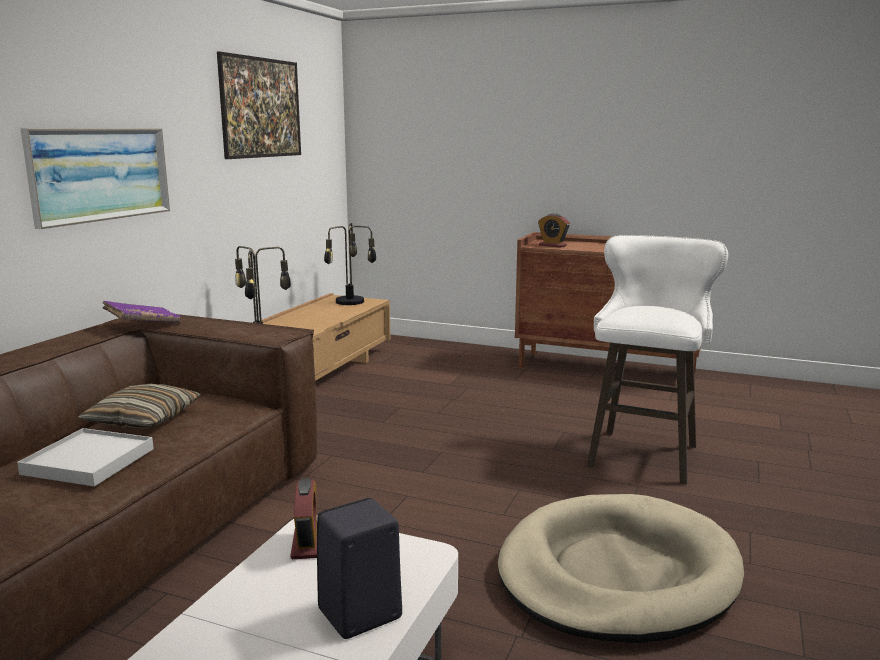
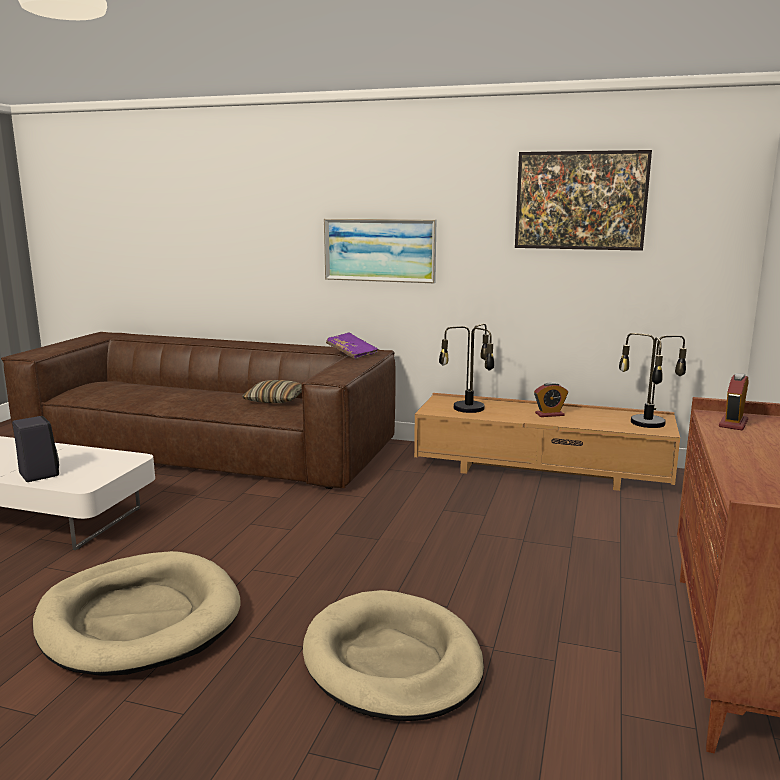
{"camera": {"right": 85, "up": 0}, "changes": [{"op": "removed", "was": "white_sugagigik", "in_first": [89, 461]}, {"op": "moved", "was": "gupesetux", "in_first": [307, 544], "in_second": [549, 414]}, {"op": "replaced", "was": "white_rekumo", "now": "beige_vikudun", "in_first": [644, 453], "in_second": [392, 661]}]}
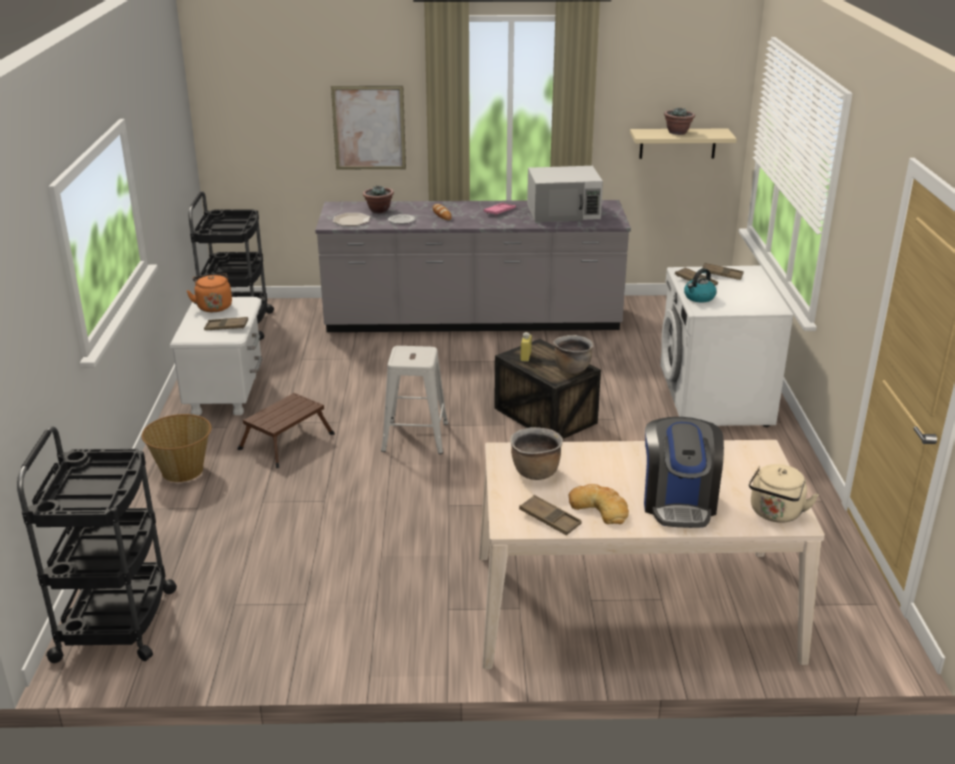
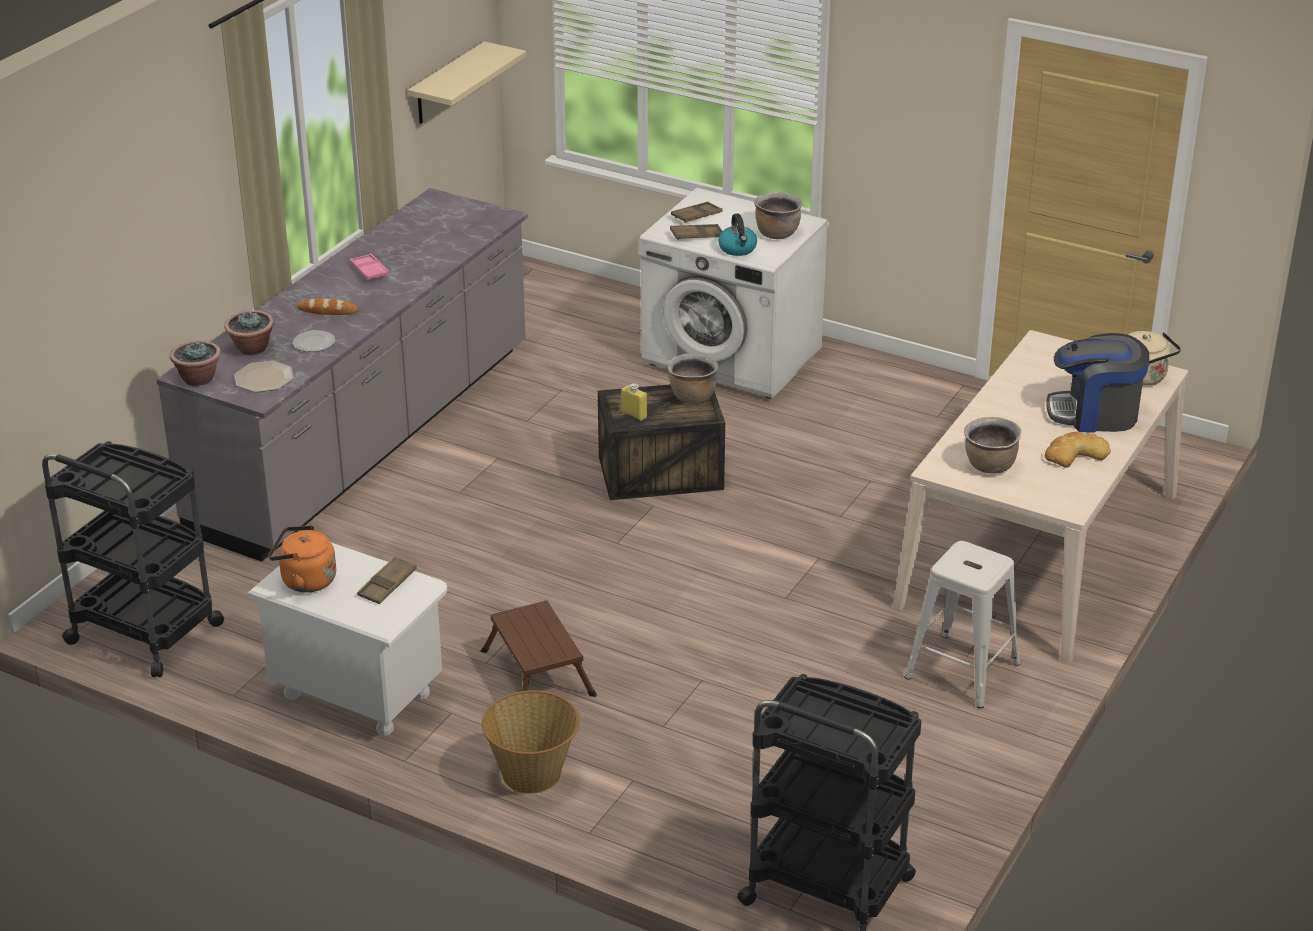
{"camera": {"right": -60, "up": 5}, "changes": [{"op": "removed", "was": "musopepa", "in_first": [369, 128]}, {"op": "removed", "was": "brown_sugagigik", "in_first": [550, 519]}, {"op": "removed", "was": "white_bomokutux", "in_first": [564, 211]}, {"op": "added", "now": "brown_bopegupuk", "in_second": [776, 233]}, {"op": "moved", "was": "white_rekumo", "in_first": [415, 437], "in_second": [962, 670]}, {"op": "moved", "was": "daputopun", "in_first": [677, 132], "in_second": [198, 379]}, {"op": "turned", "was": "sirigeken", "in_first": [678, 502], "in_second": [1094, 414], "clockwise": 150}]}
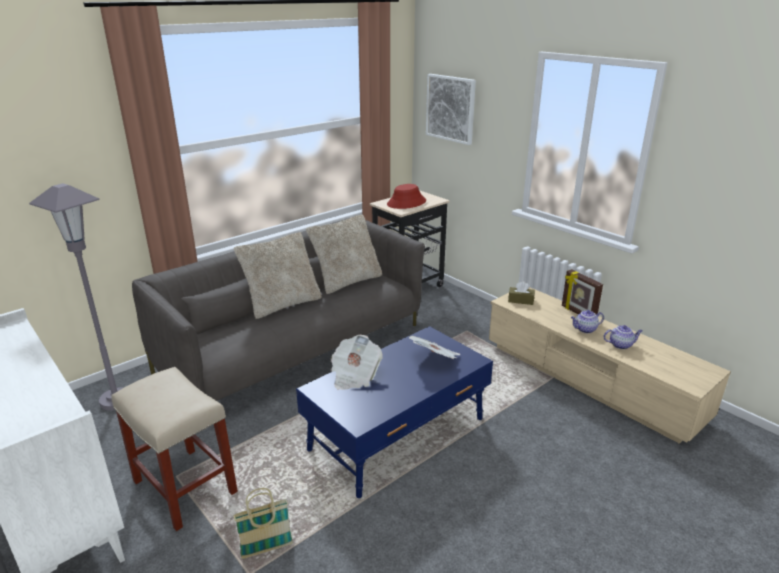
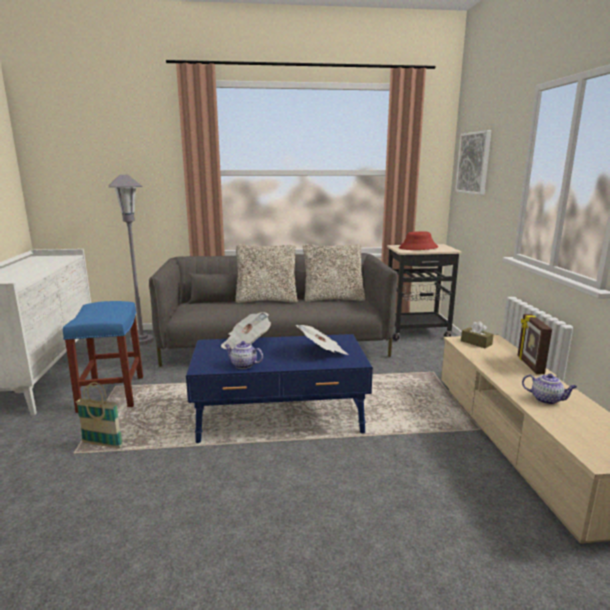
{"camera": {"right": 35, "up": -10}, "changes": [{"op": "moved", "was": "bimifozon", "in_first": [585, 329], "in_second": [243, 365]}, {"op": "recoloured", "was": "beige_rekumo", "now": "blue_rekumo", "in_first": [183, 486], "in_second": [112, 393]}]}
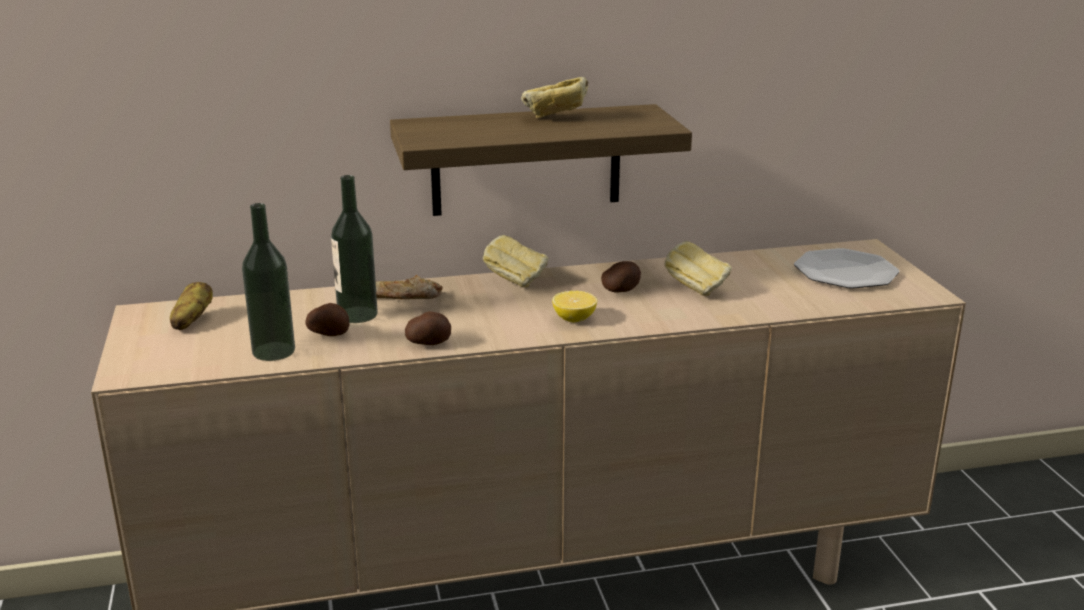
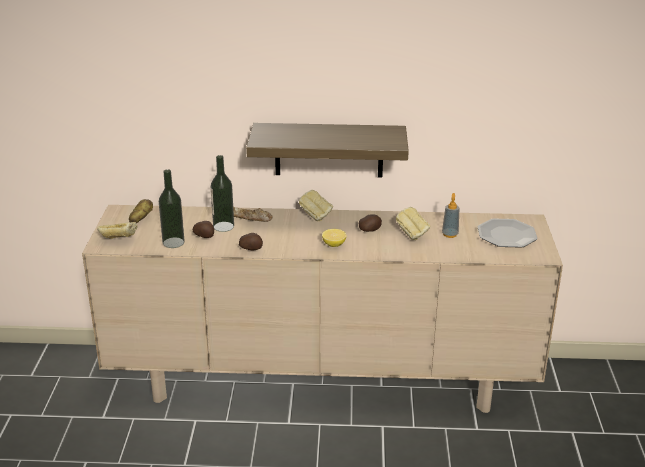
{"camera": {"right": 15, "up": 5}, "changes": [{"op": "added", "now": "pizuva", "in_second": [450, 234]}, {"op": "moved", "was": "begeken", "in_first": [555, 118], "in_second": [118, 240]}]}
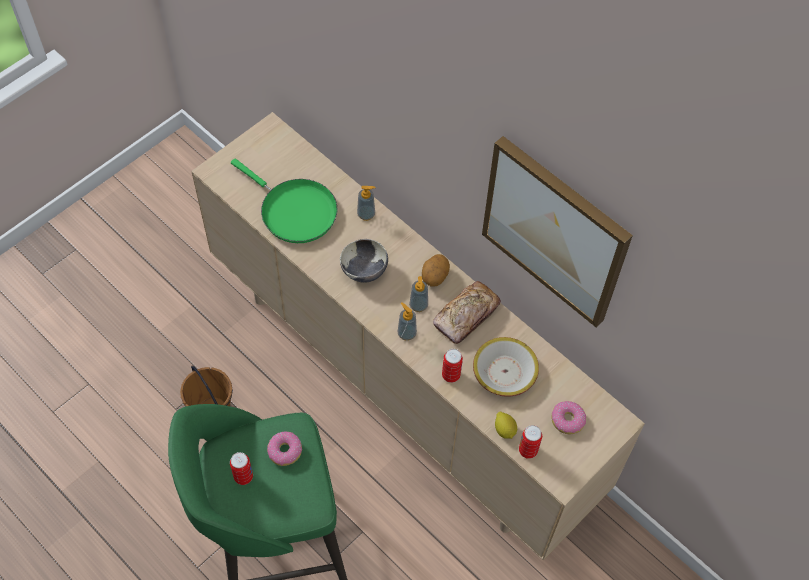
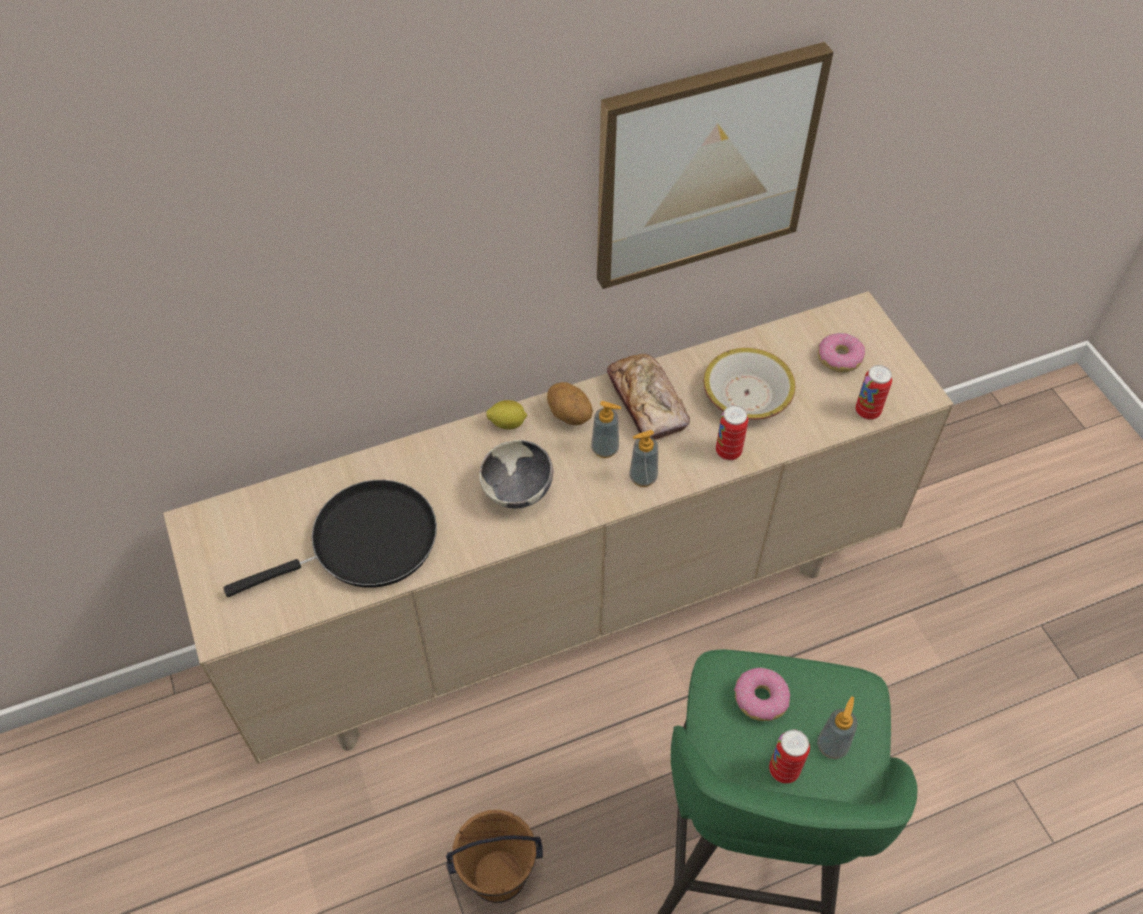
{"camera": {"right": -65, "up": -5}, "changes": [{"op": "moved", "was": "pizuva", "in_first": [366, 214], "in_second": [832, 746]}, {"op": "moved", "was": "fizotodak", "in_first": [505, 430], "in_second": [507, 423]}, {"op": "recoloured", "was": "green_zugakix", "now": "black_zugakix", "in_first": [294, 211], "in_second": [365, 543]}]}
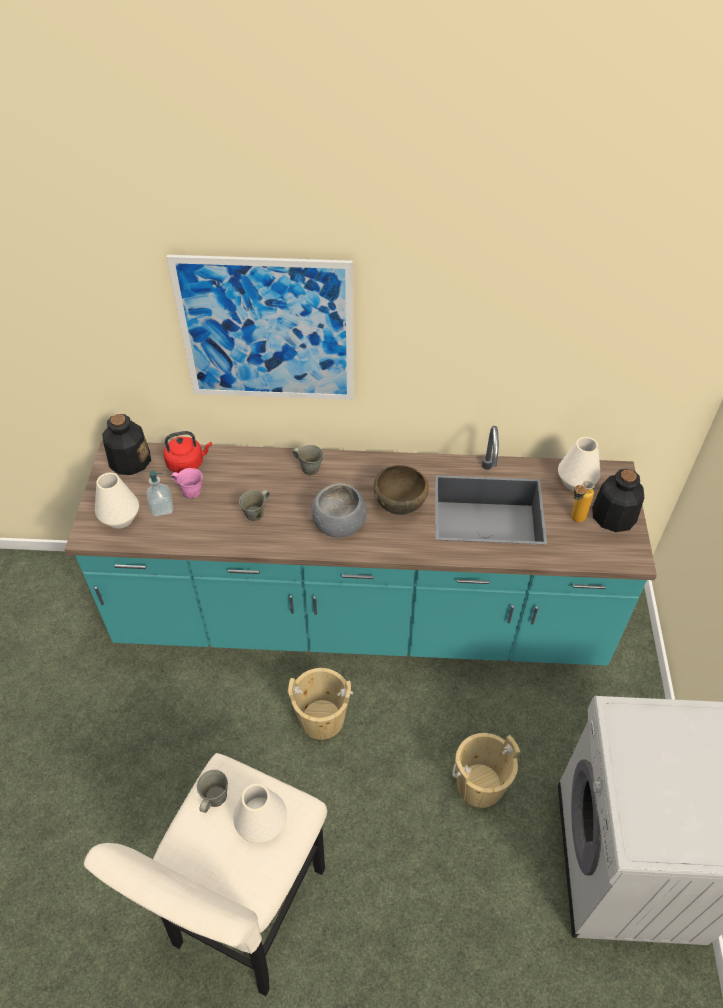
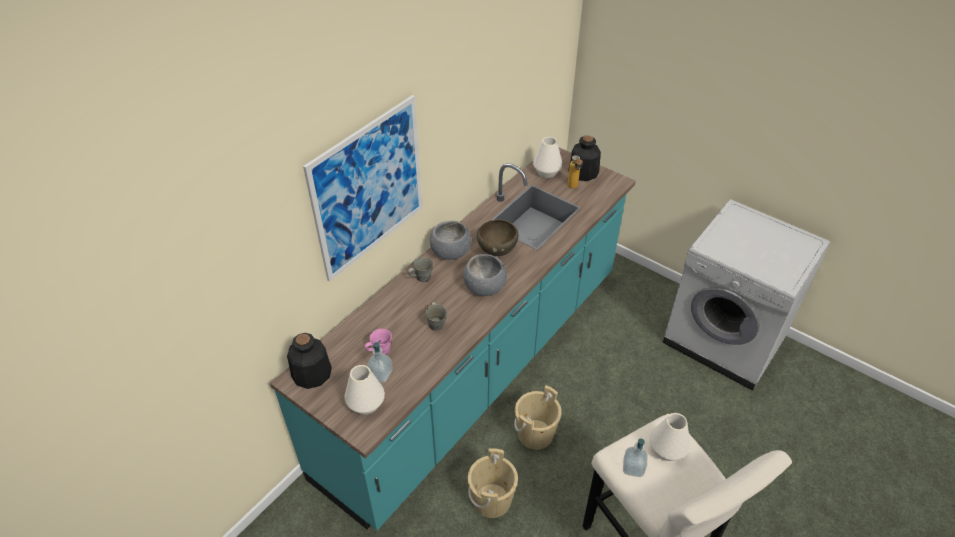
{"camera": {"right": -55, "up": -5}, "changes": [{"op": "removed", "was": "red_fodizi", "in_first": [187, 463]}, {"op": "added", "now": "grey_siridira", "in_second": [450, 252]}, {"op": "moved", "was": "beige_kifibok", "in_first": [480, 784], "in_second": [492, 500]}, {"op": "replaced", "was": "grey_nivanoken", "now": "pizuva", "in_first": [214, 798], "in_second": [633, 468]}]}
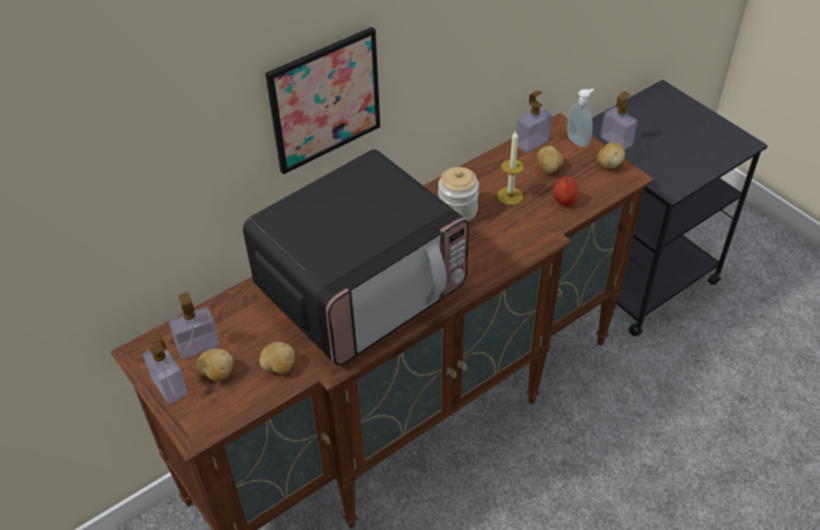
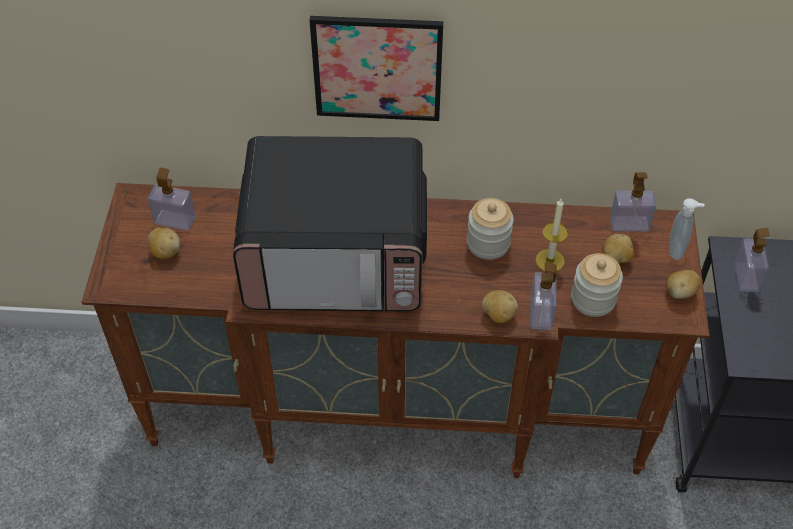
{"camera": {"right": 40, "up": 5}, "changes": [{"op": "moved", "was": "pizuva", "in_first": [169, 386], "in_second": [541, 313]}, {"op": "moved", "was": "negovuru", "in_first": [279, 367], "in_second": [498, 315]}, {"op": "replaced", "was": "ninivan", "now": "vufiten", "in_first": [564, 202], "in_second": [593, 299]}]}
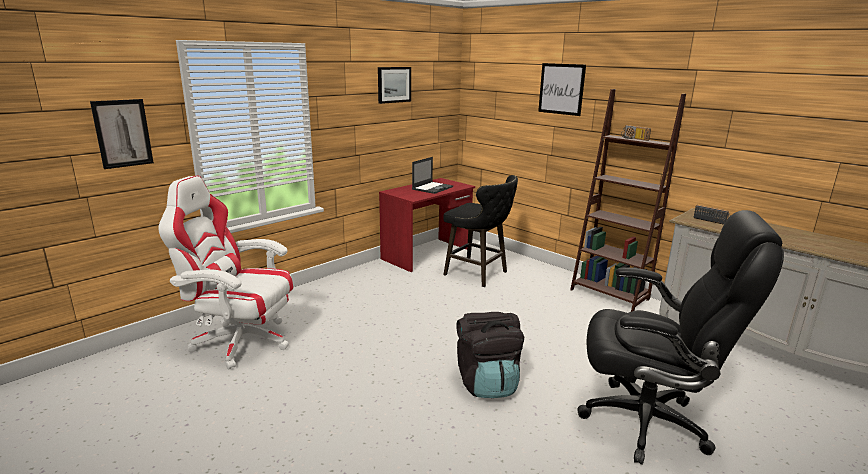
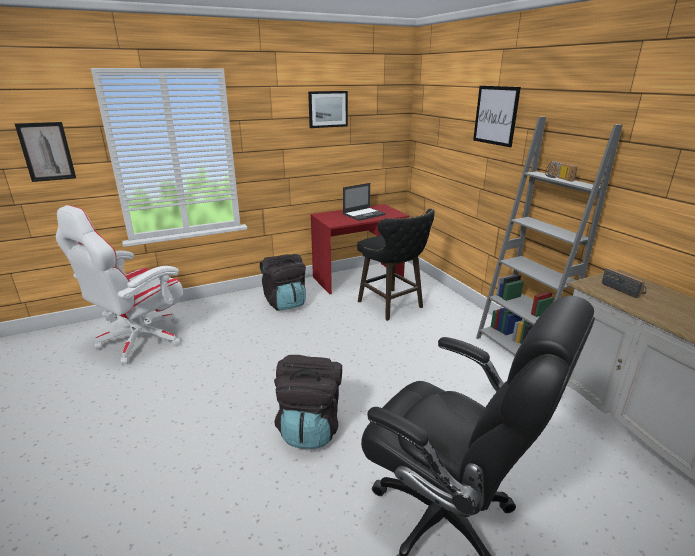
{"camera": {"right": 20, "up": 5}, "changes": [{"op": "added", "now": "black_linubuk", "in_second": [285, 302]}, {"op": "recoloured", "was": "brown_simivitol", "now": "grey_simivitol", "in_first": [609, 294], "in_second": [517, 350]}, {"op": "turned", "was": "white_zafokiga", "in_first": [242, 342], "in_second": [142, 339], "clockwise": -90}]}
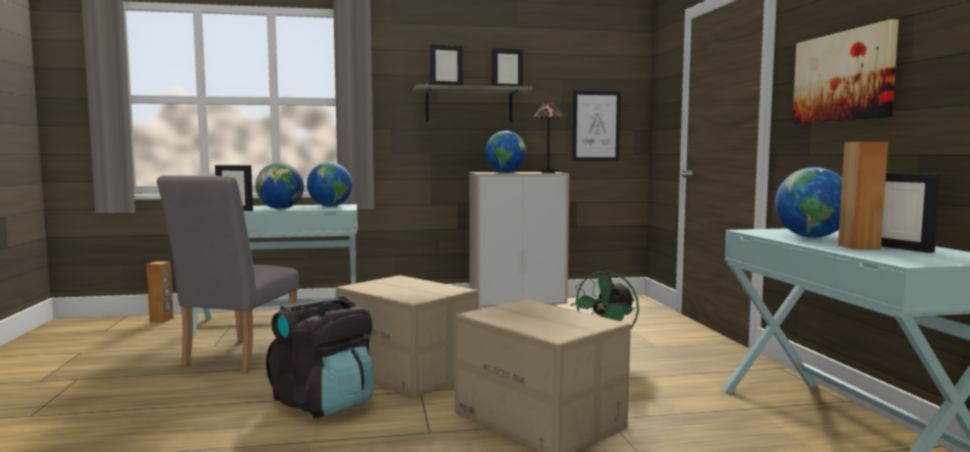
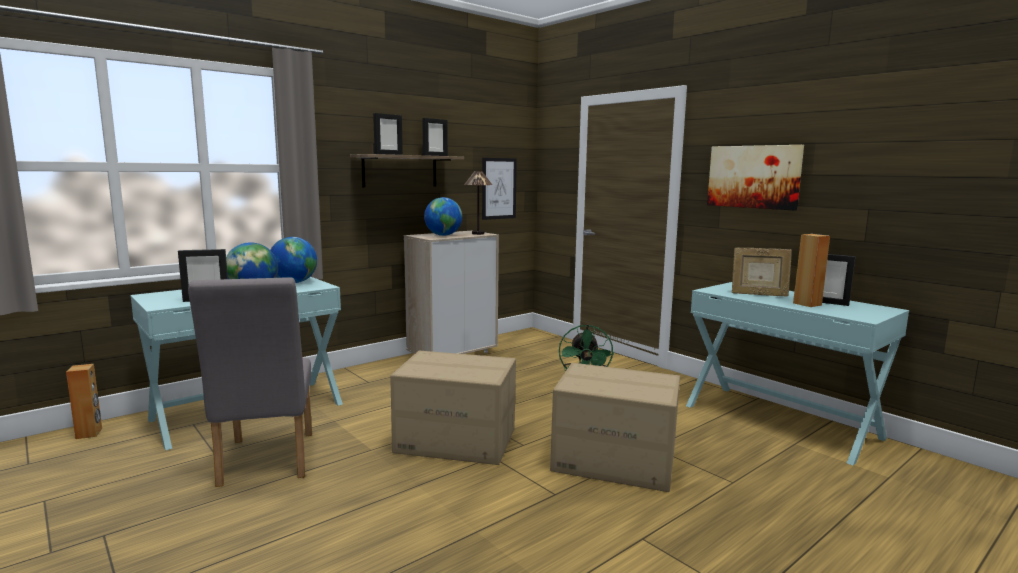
{"camera": {"right": -30, "up": 5}, "changes": [{"op": "removed", "was": "black_linubuk", "in_first": [324, 403]}, {"op": "replaced", "was": "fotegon", "now": "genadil", "in_first": [811, 237], "in_second": [758, 295]}]}
